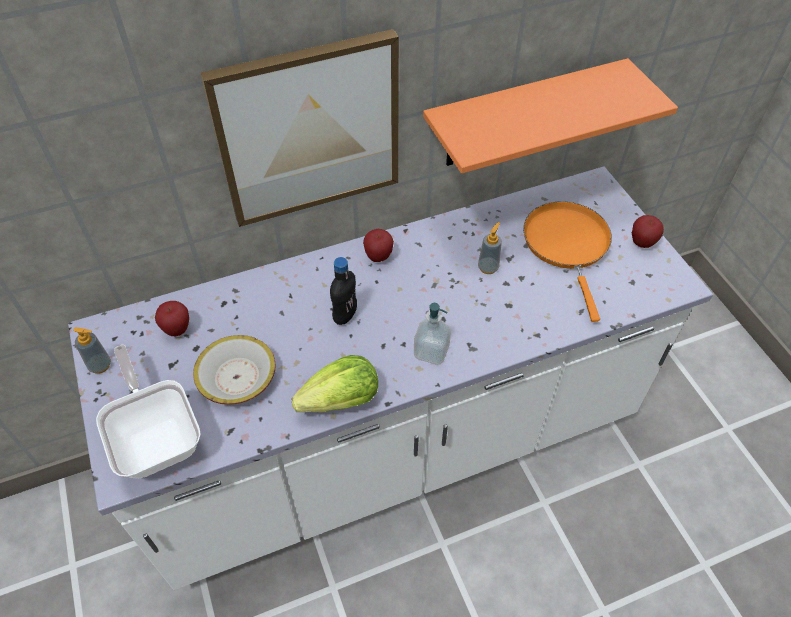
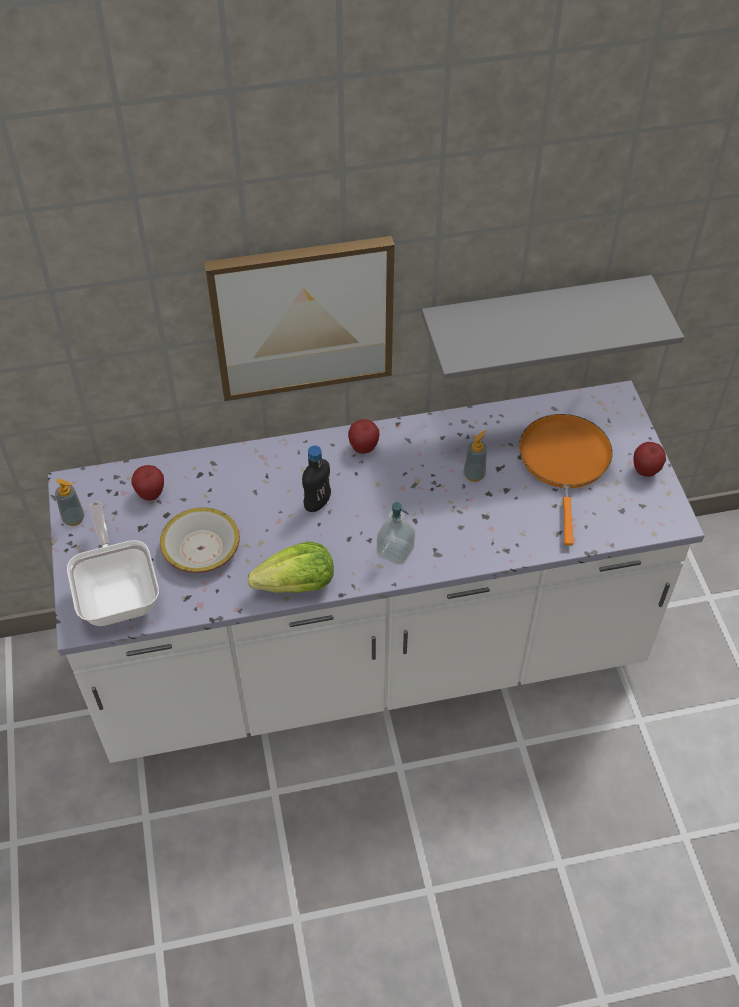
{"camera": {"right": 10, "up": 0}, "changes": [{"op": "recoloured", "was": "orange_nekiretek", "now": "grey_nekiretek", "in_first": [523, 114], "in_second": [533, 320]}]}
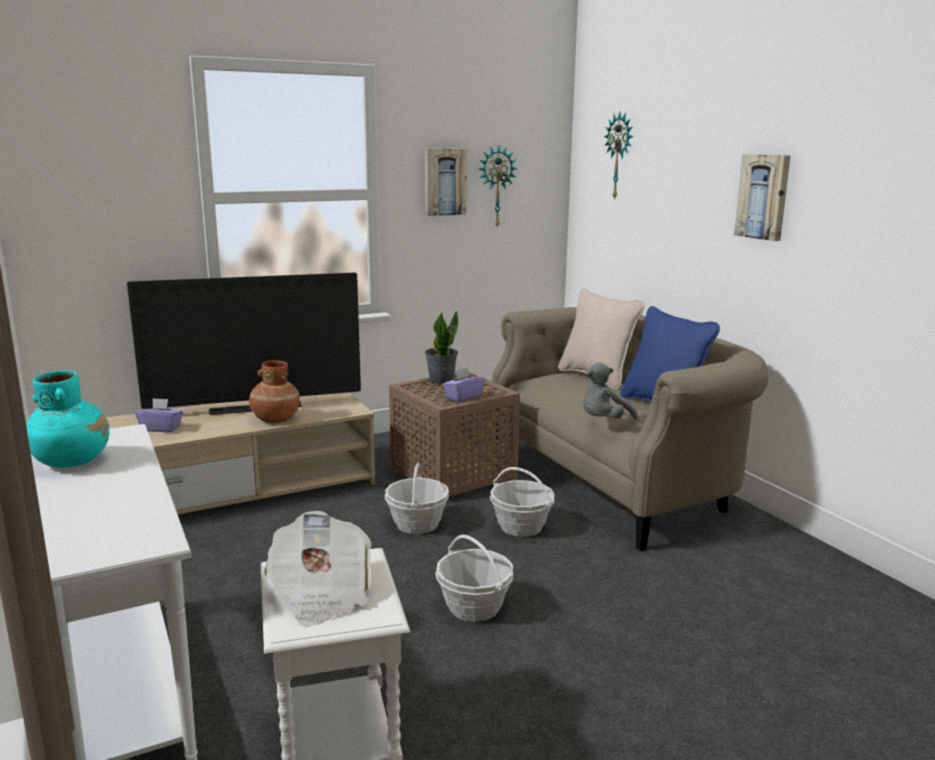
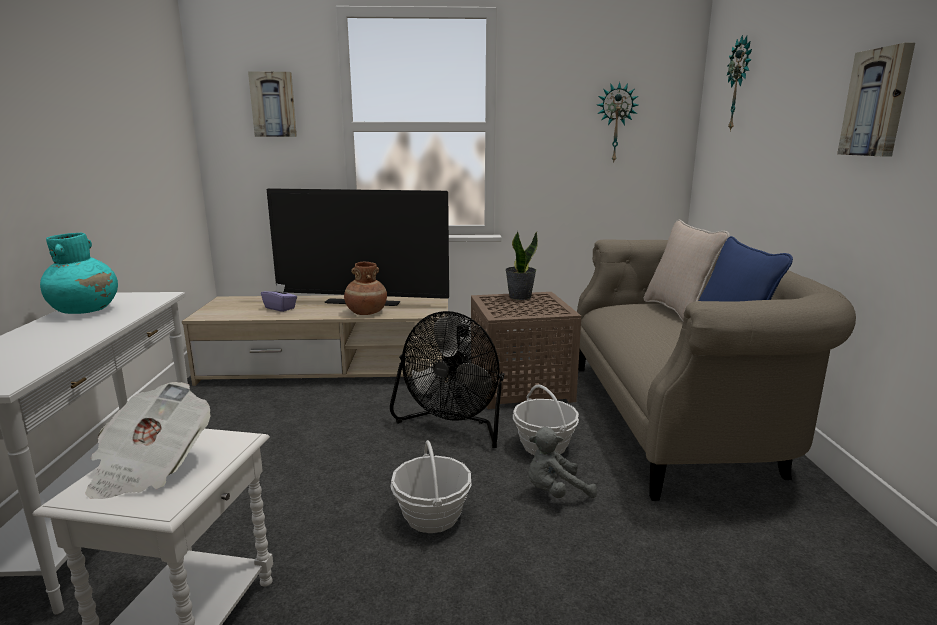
{"camera": {"right": 25, "up": 0}, "changes": [{"op": "removed", "was": "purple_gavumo", "in_first": [463, 397]}, {"op": "moved", "was": "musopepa", "in_first": [444, 182], "in_second": [273, 104]}, {"op": "moved", "was": "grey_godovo", "in_first": [604, 421], "in_second": [555, 492]}, {"op": "replaced", "was": "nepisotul", "now": "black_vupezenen", "in_first": [417, 524], "in_second": [451, 423]}]}
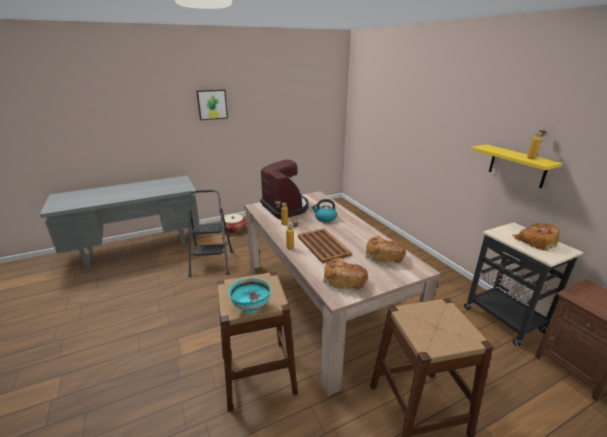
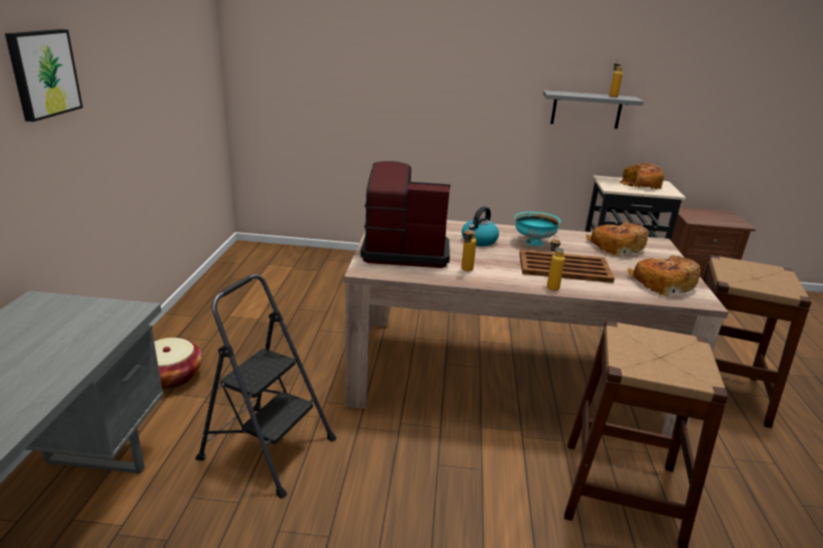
{"camera": {"right": -60, "up": 0}, "changes": [{"op": "moved", "was": "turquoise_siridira", "in_first": [251, 308], "in_second": [533, 242]}, {"op": "recoloured", "was": "yellow_nekiretek", "now": "grey_nekiretek", "in_first": [517, 166], "in_second": [586, 109]}]}
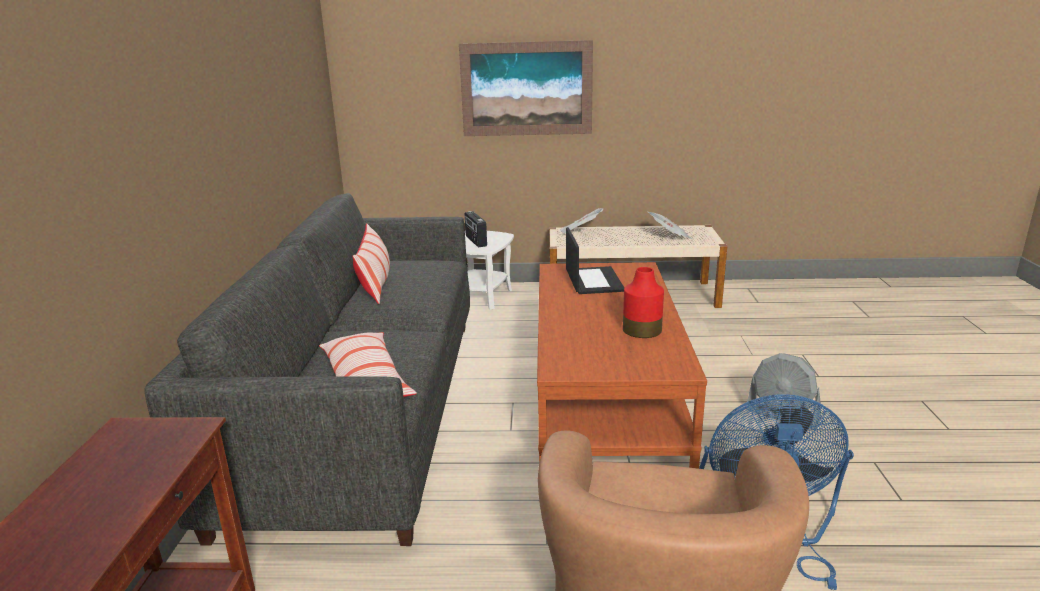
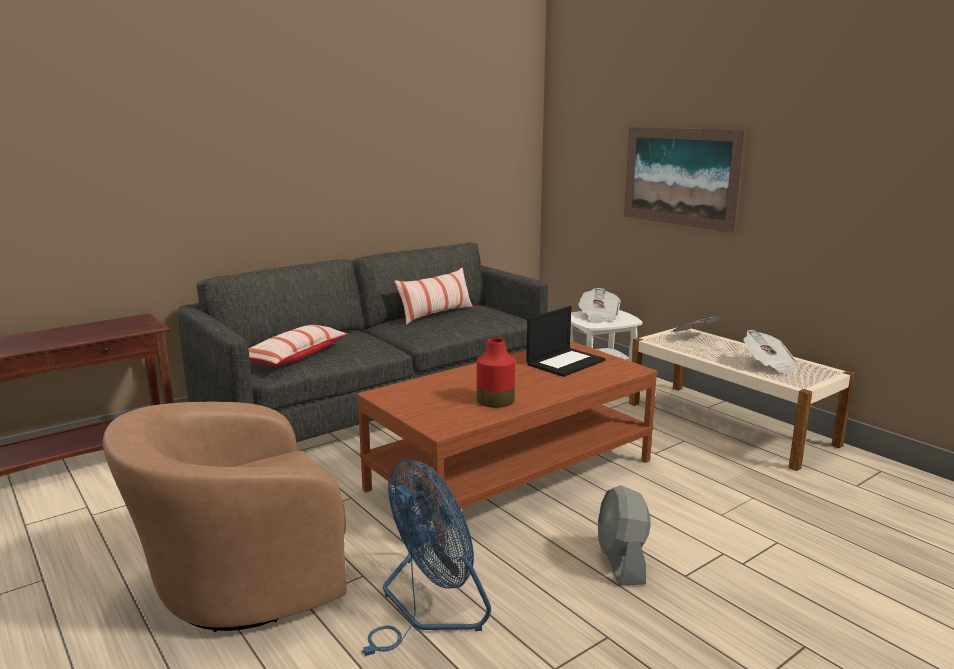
{"camera": {"right": 50, "up": -5}, "changes": [{"op": "replaced", "was": "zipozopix", "now": "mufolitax", "in_first": [475, 241], "in_second": [598, 317]}]}
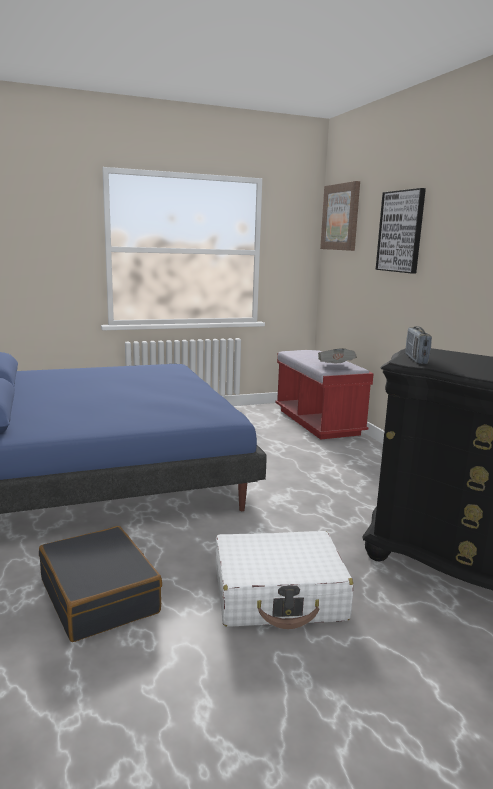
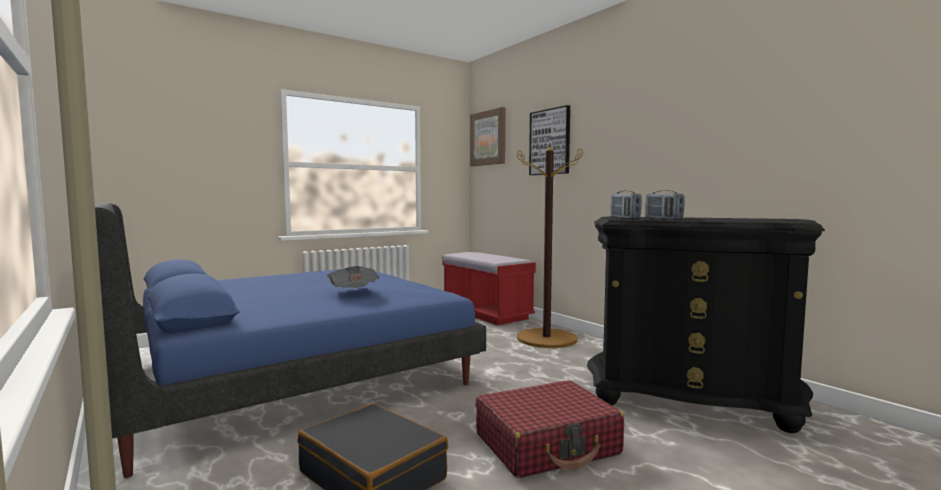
{"camera": {"right": -15, "up": -10}, "changes": [{"op": "added", "now": "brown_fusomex", "in_second": [546, 338]}, {"op": "added", "now": "zipozopix", "in_second": [663, 219]}, {"op": "moved", "was": "mufolitax", "in_first": [336, 367], "in_second": [354, 292]}, {"op": "recoloured", "was": "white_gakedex", "now": "red_gakedex", "in_first": [279, 595], "in_second": [547, 444]}]}
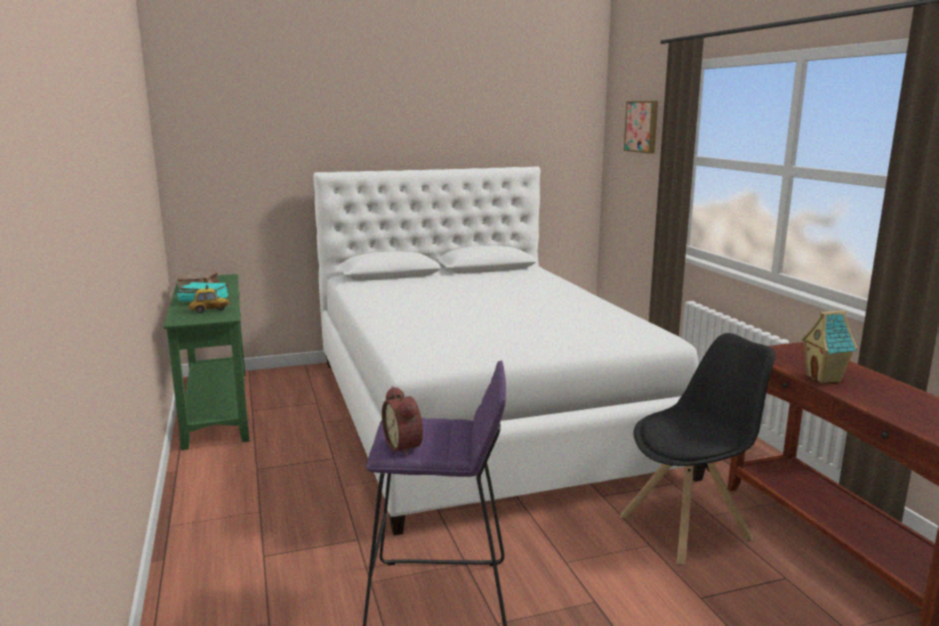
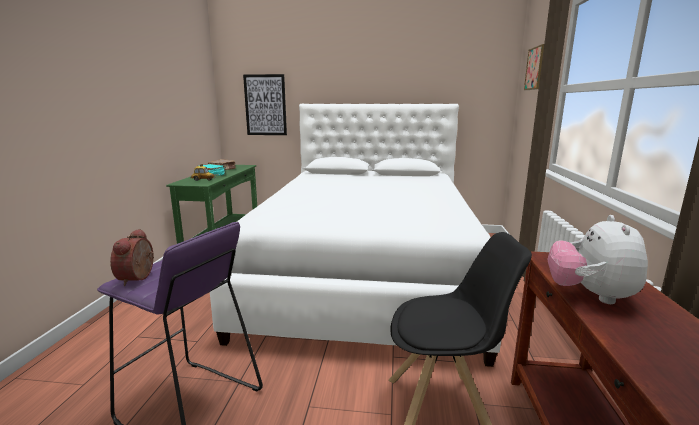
{"camera": {"right": 25, "up": 0}, "changes": [{"op": "added", "now": "musopepa", "in_second": [265, 105]}, {"op": "replaced", "was": "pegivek", "now": "godovo", "in_first": [824, 378], "in_second": [590, 295]}]}
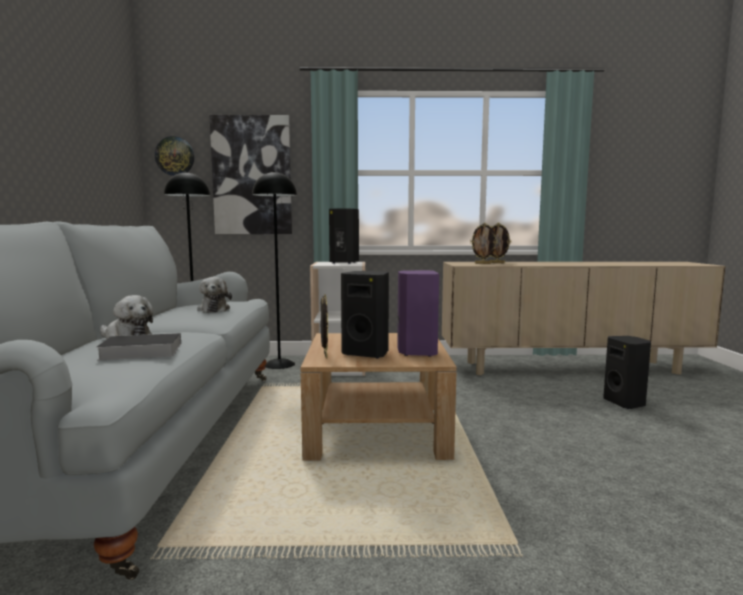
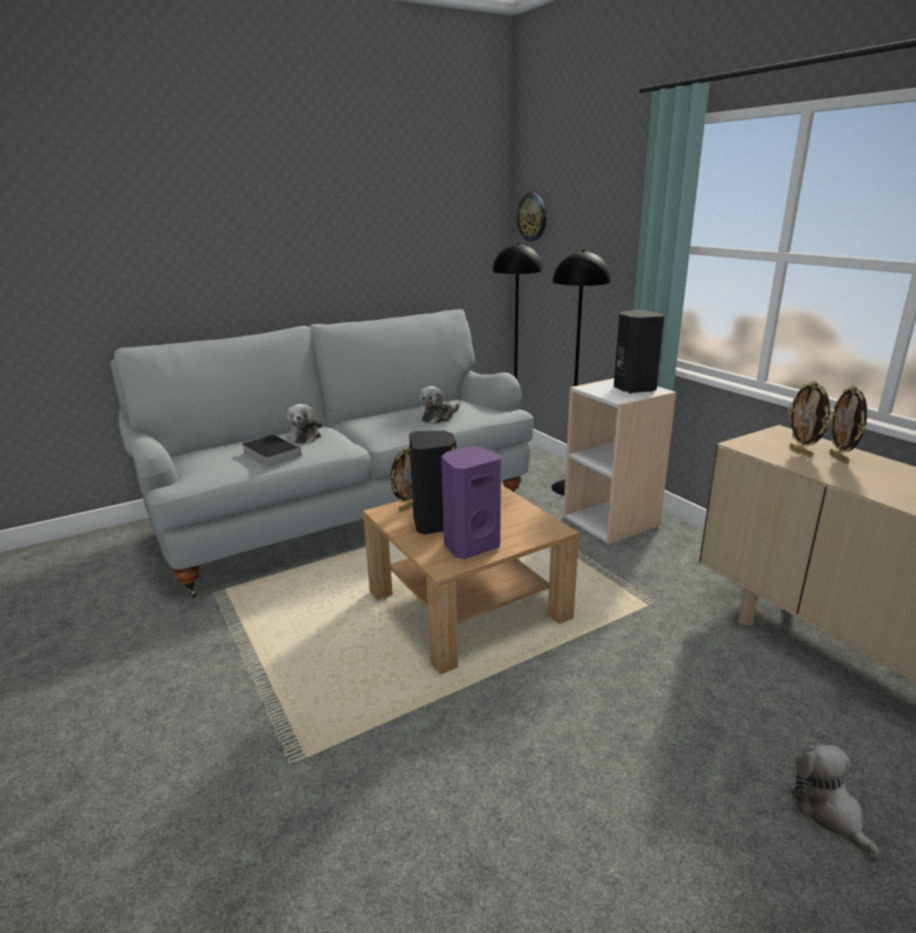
{"camera": {"right": 60, "up": 15}, "changes": [{"op": "removed", "was": "musopepa", "in_first": [252, 176]}, {"op": "replaced", "was": "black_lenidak", "now": "godovo", "in_first": [625, 403], "in_second": [829, 811]}]}
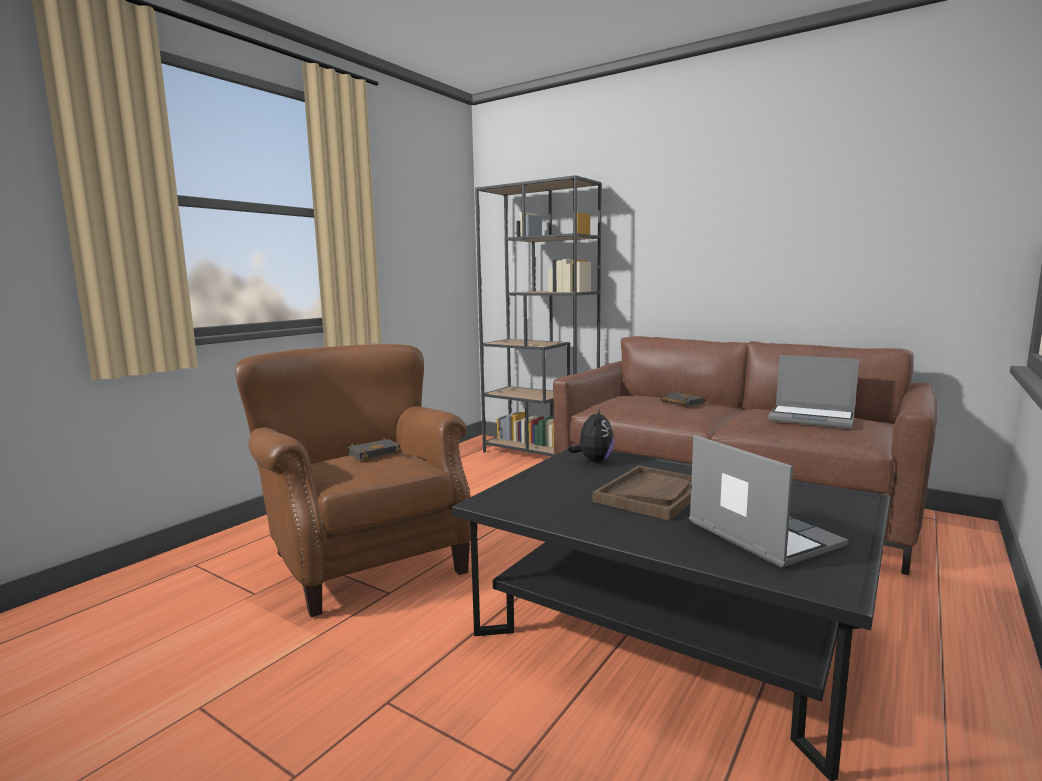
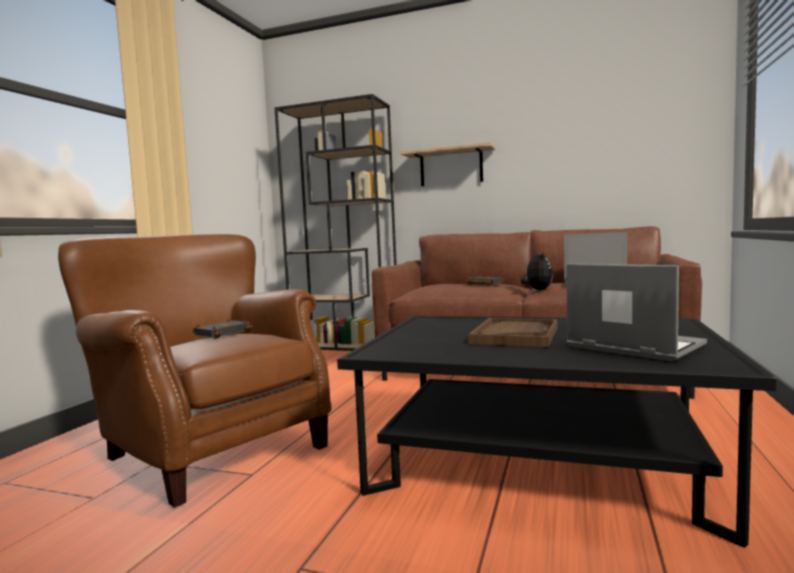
{"camera": {"right": -15, "up": -5}, "changes": [{"op": "added", "now": "nekiretek", "in_second": [451, 167]}, {"op": "moved", "was": "godovo", "in_first": [593, 461], "in_second": [537, 290]}]}
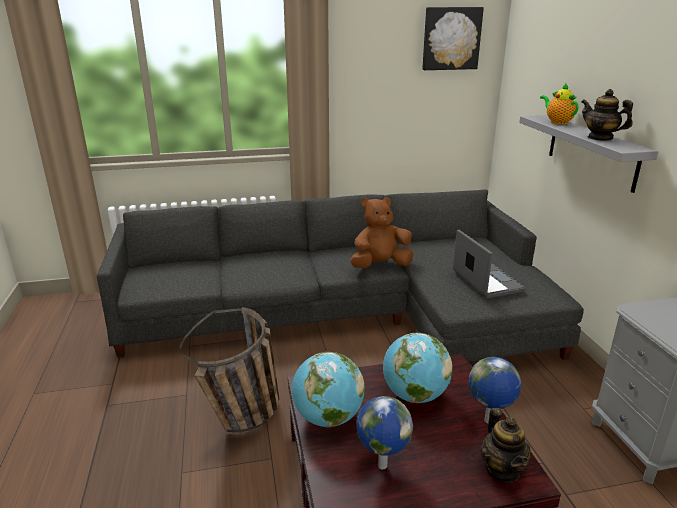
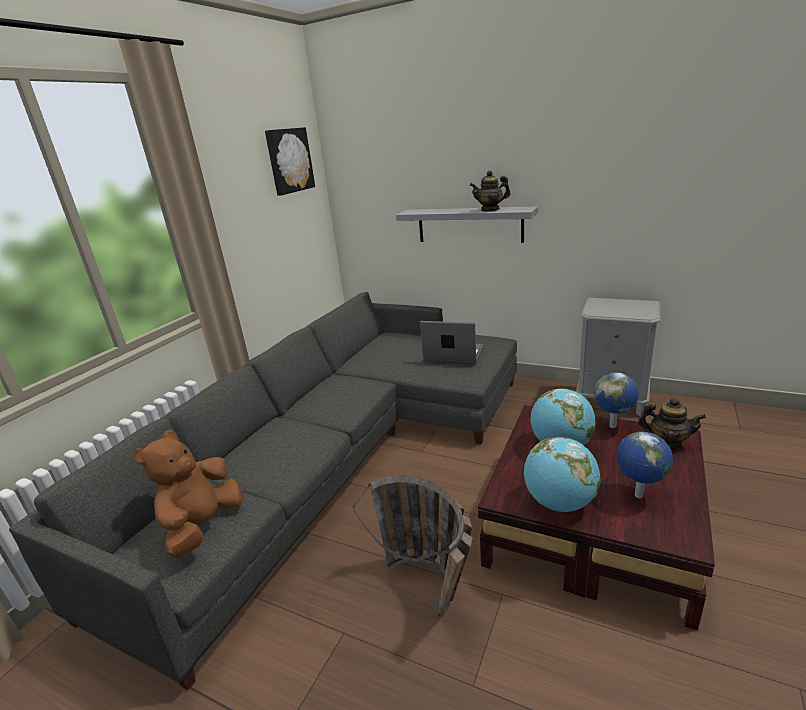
{"camera": {"right": -50, "up": 0}, "changes": [{"op": "removed", "was": "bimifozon", "in_first": [557, 122]}, {"op": "moved", "was": "brown_godovo", "in_first": [380, 265], "in_second": [203, 526]}]}
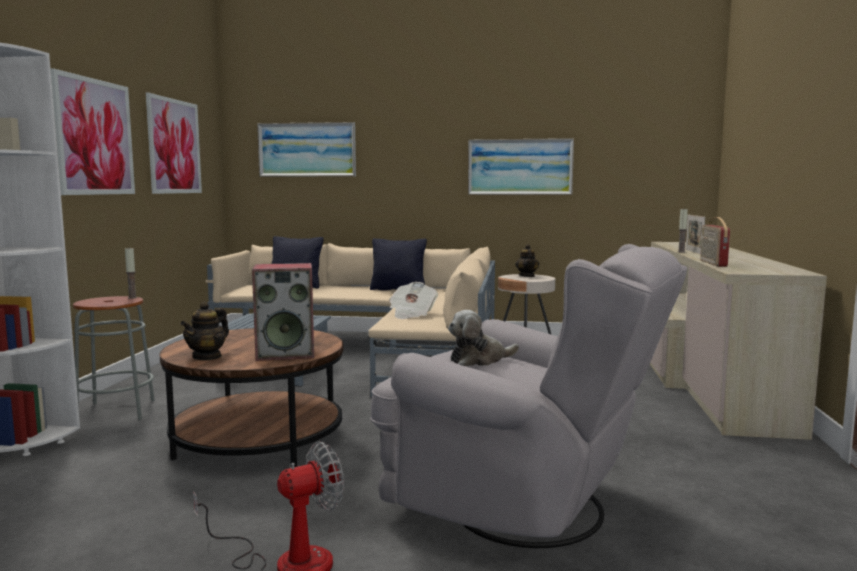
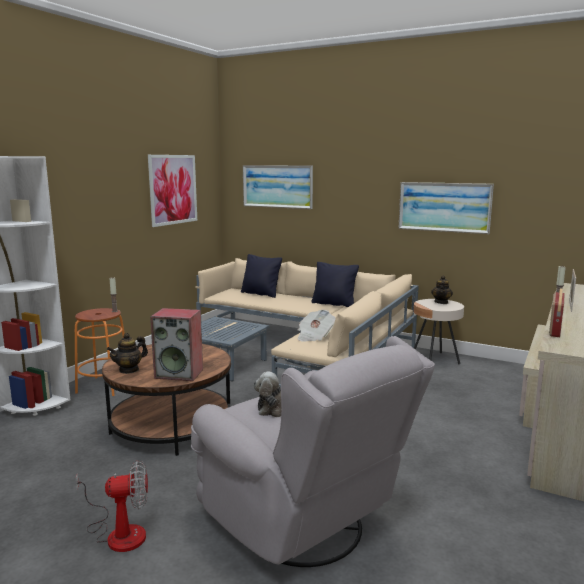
{"camera": {"right": 20, "up": 5}, "changes": [{"op": "removed", "was": "musopepa", "in_first": [95, 137]}, {"op": "recoloured", "was": "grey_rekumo", "now": "orange_rekumo", "in_first": [116, 411], "in_second": [104, 386]}]}
